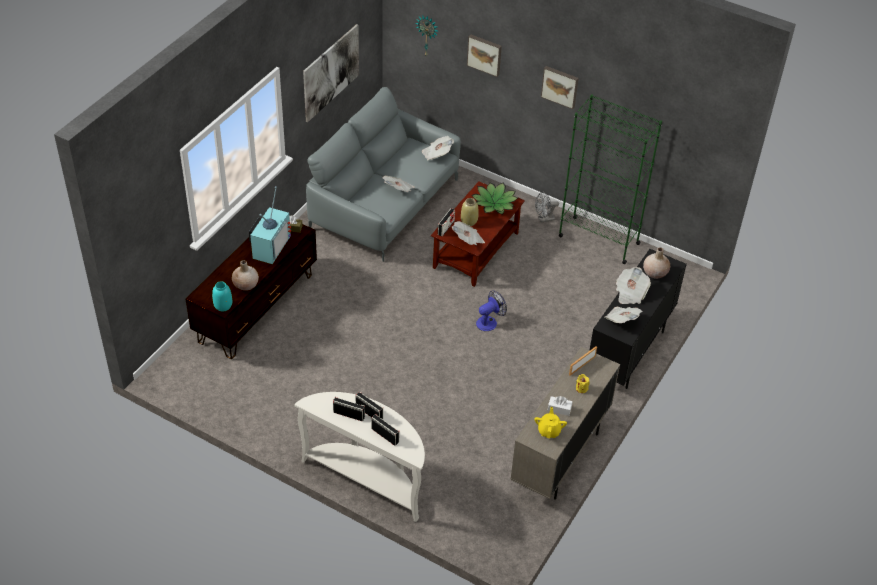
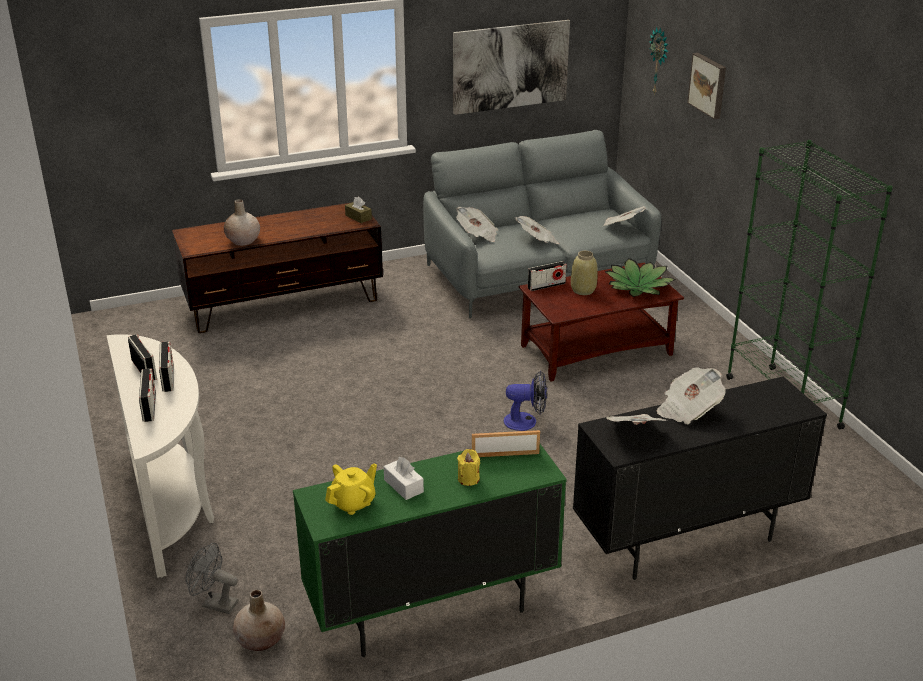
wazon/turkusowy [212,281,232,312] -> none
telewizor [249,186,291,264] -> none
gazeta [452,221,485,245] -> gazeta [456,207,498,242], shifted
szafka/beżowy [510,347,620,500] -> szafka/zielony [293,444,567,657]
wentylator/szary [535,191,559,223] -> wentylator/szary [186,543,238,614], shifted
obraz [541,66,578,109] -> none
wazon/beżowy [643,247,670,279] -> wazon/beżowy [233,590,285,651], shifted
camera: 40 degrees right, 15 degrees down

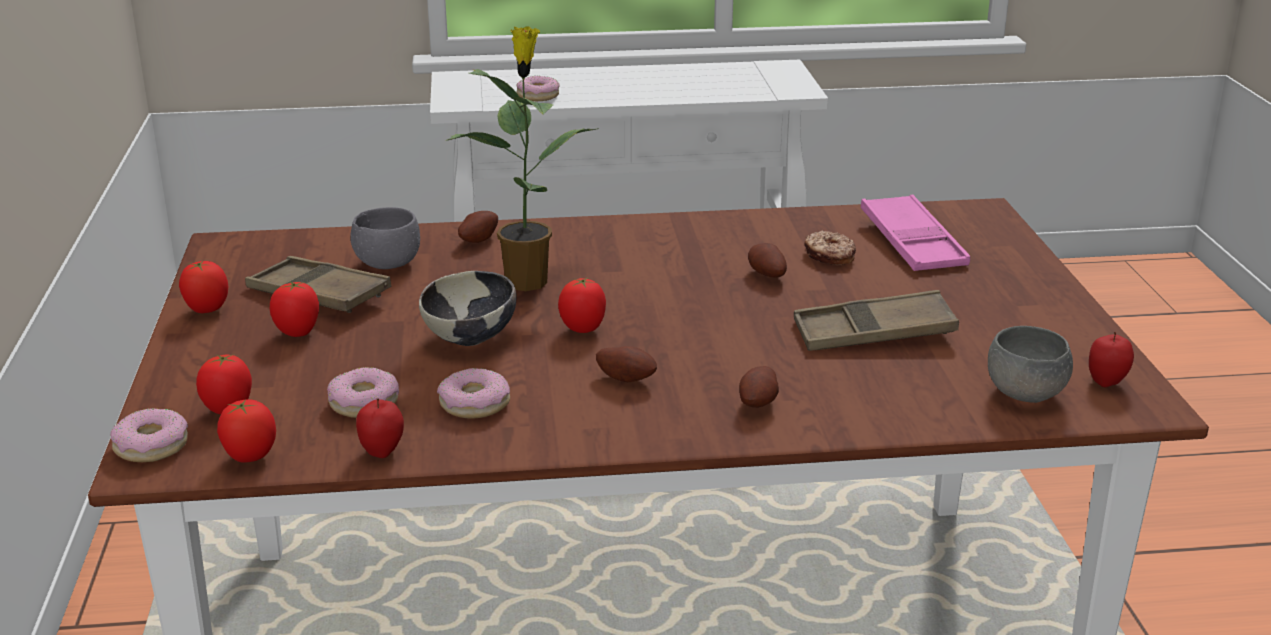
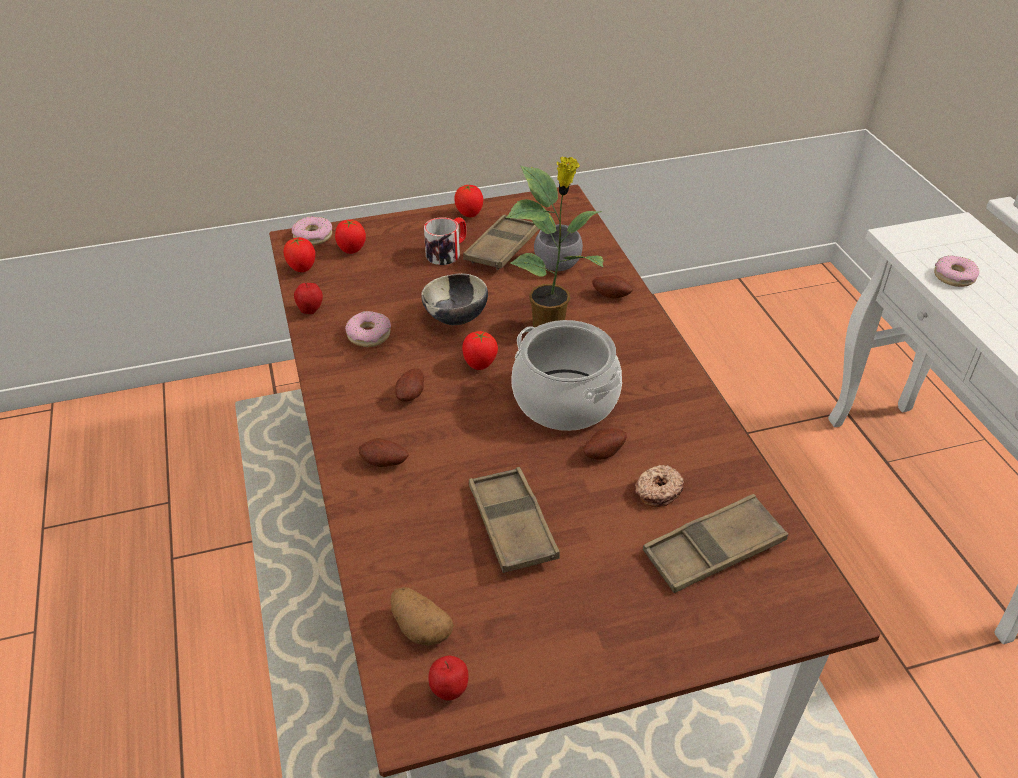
pomidor [270,282,319,337] -> kubek [424,217,467,265]
donut [327,367,399,418] -> none
taca/różowy [861,194,970,271] -> taca/brązowy [643,494,788,593]
miska/szary [988,326,1073,403] -> ziemniak [391,588,453,646]
none -> garnek [511,320,622,431]
camera: 80 degrees right, 15 degrees up

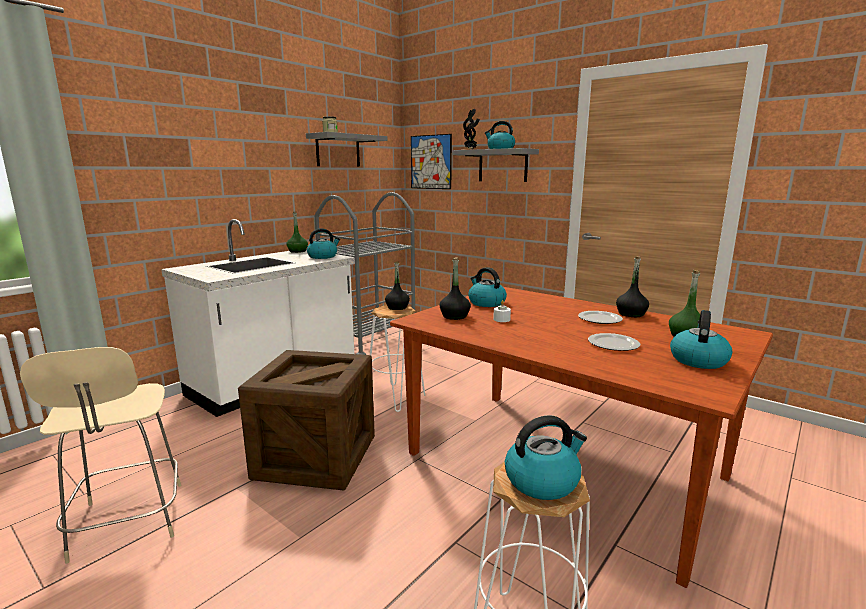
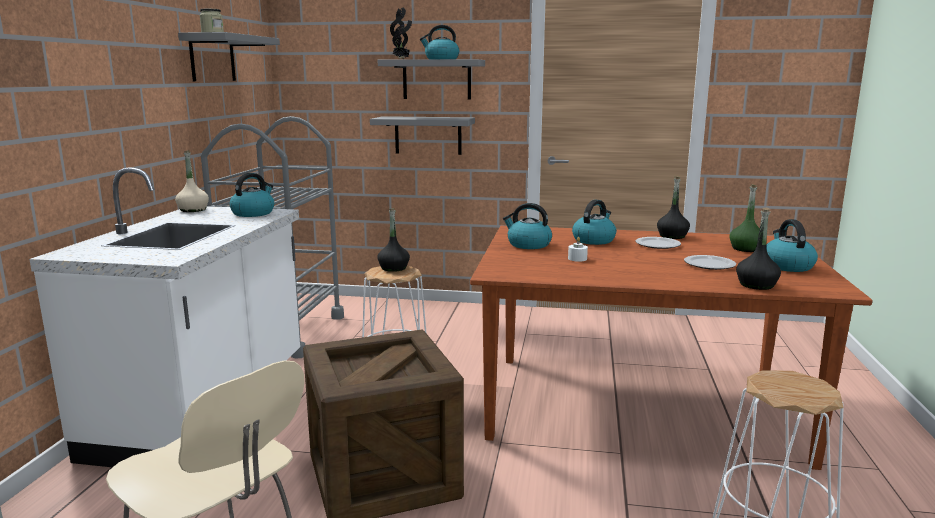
butelka/zielony [286,211,308,253] -> butelka/beżowy [175,150,209,212]
obraz [411,134,452,189] -> none
butelka/czarny [439,257,471,320] -> butelka/czarny [736,208,781,290], shifted
czajnik [505,415,587,500] -> czajnik [572,200,616,245], shifted
none -> półka/szary [370,116,475,155]
camera: 30 degrees left, 0 degrees up

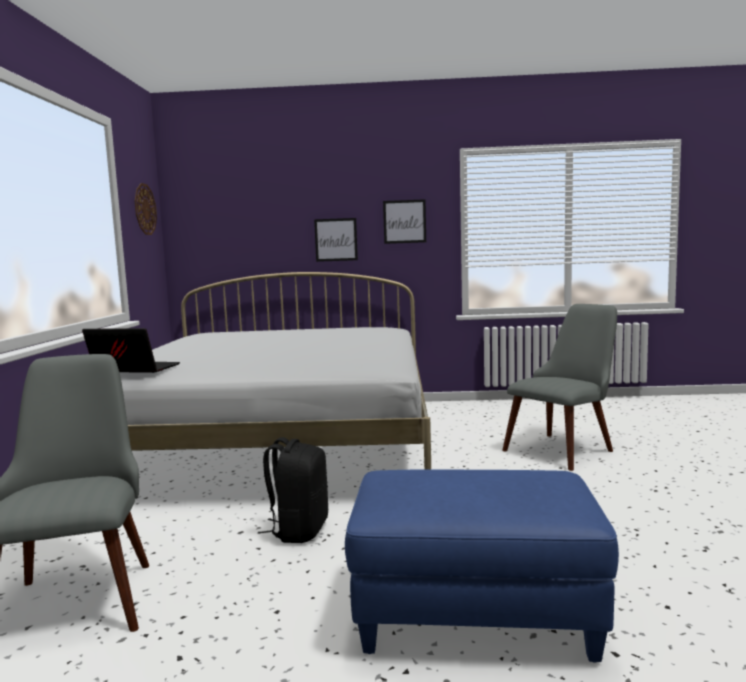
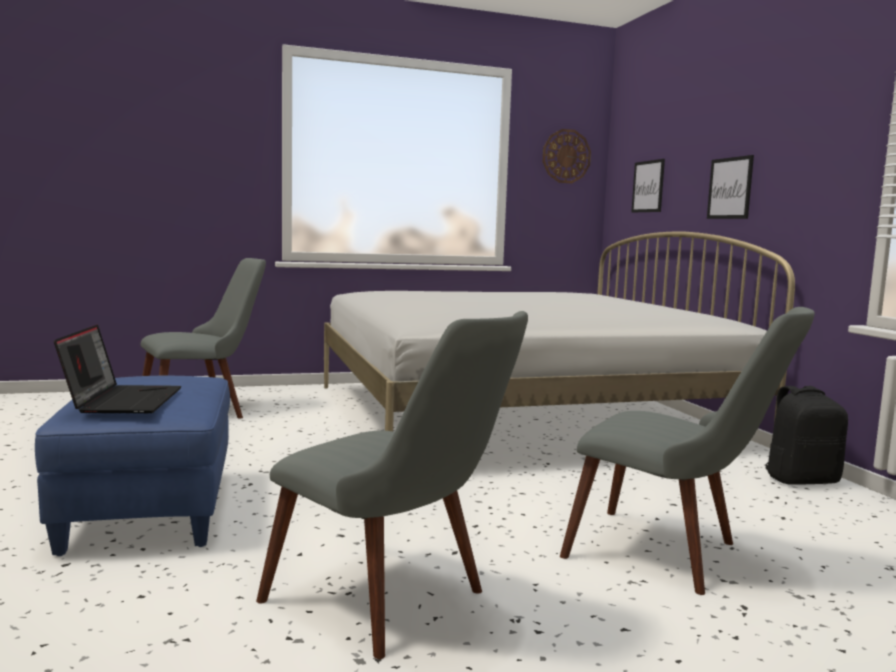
laptop [82,328,180,373] -> laptop [54,325,181,413], shifted
plecak/czarny [258,437,328,543] -> plecak/czarny [765,386,848,485], shifted
obraz [383,199,426,244] -> obraz [631,159,665,212], shifted
none -> krzesło/szary [256,311,528,659]
camera: 70 degrees right, 0 degrees up

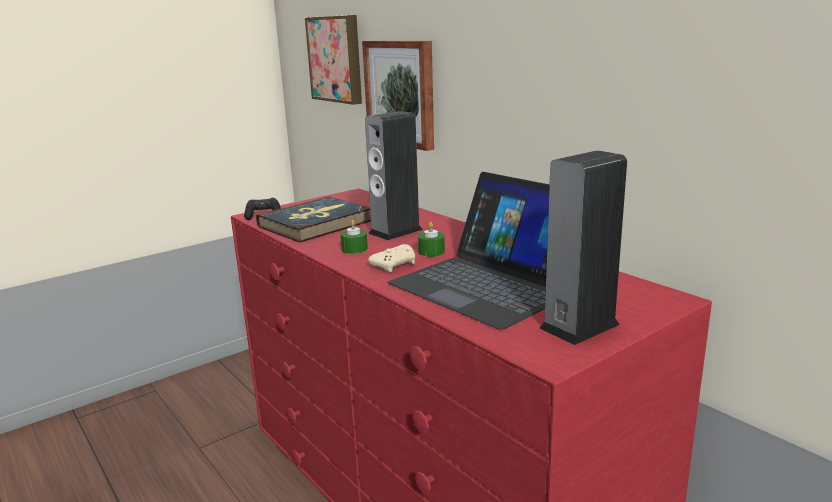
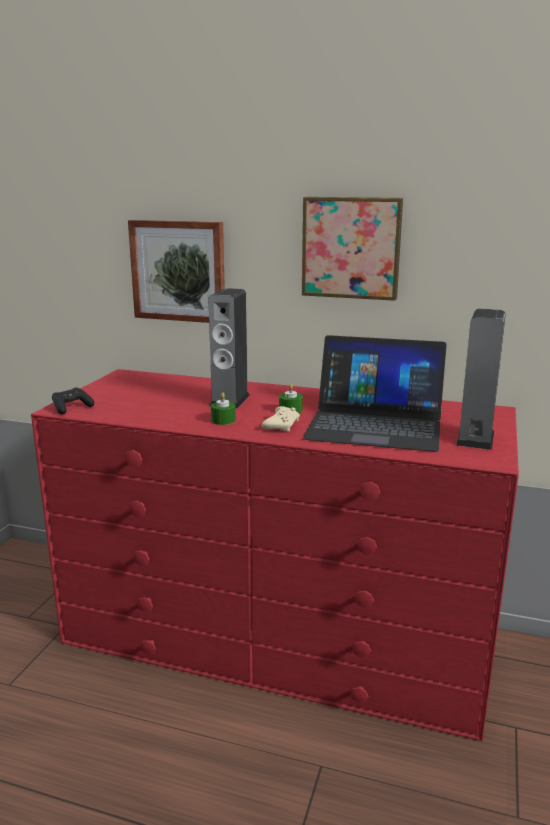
książka [256,196,371,242] -> none
obraz [305,15,362,105] -> obraz [302,197,403,301], shifted
camera: 35 degrees left, 0 degrees up

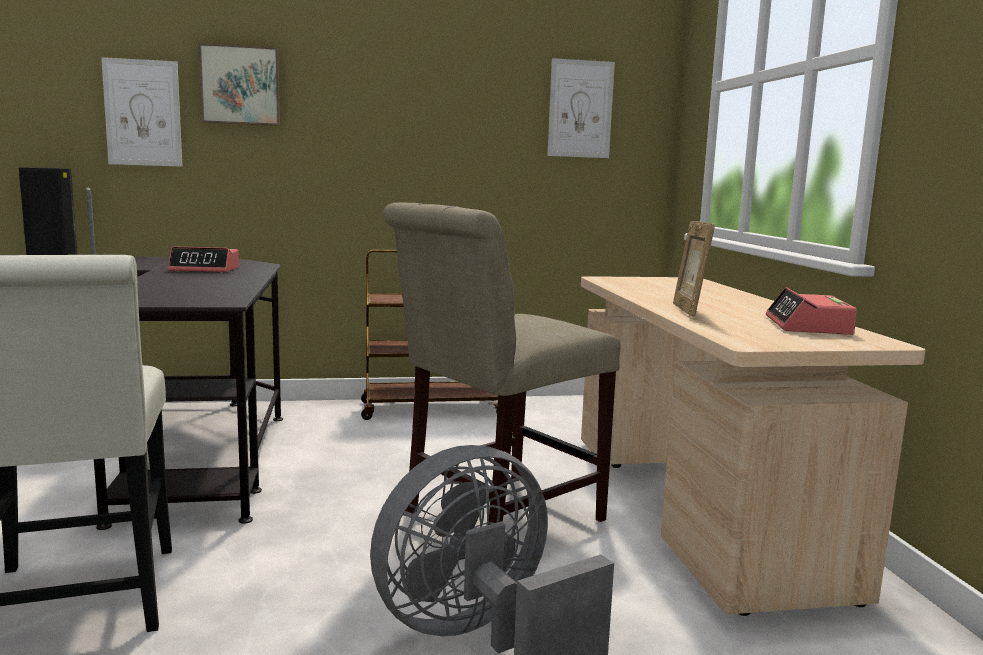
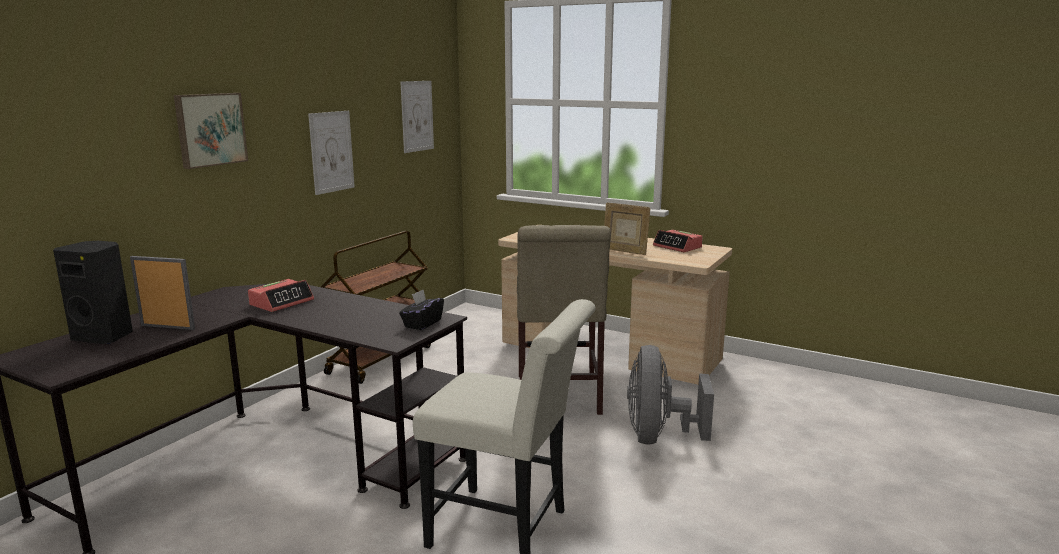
obraz [101,57,182,167] -> obraz [308,111,355,195], shifted
none -> pudełko chusteczek/czarny [399,290,444,330]
camera: 50 degrees left, 5 degrees up

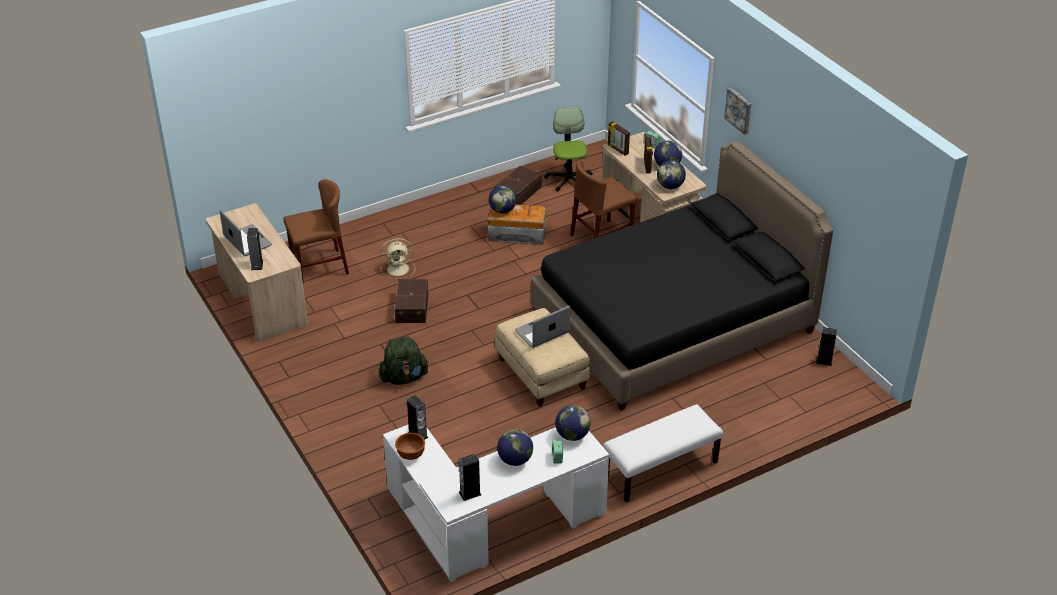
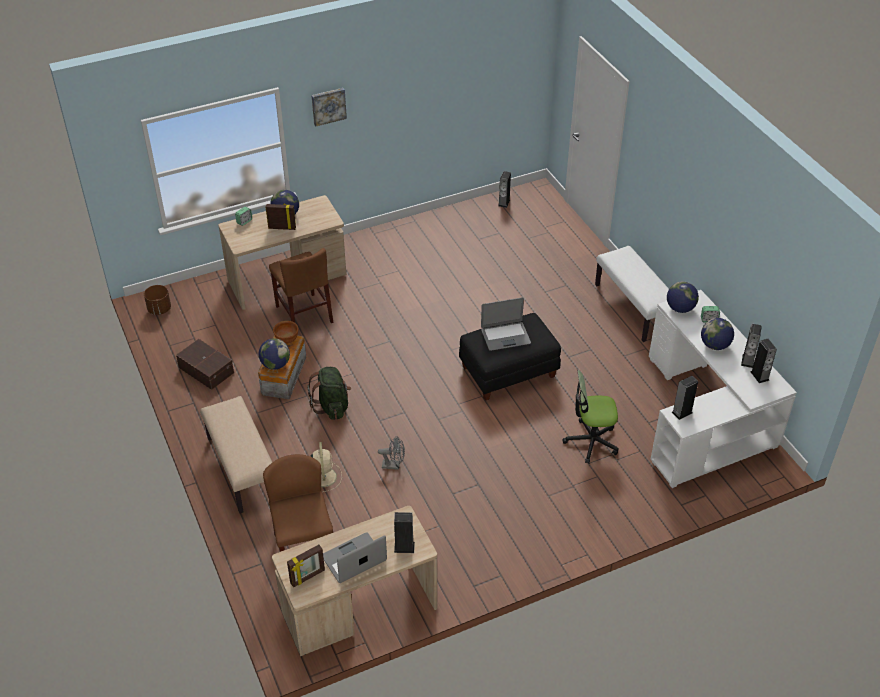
plecak/zielony [379,336,429,385] -> plecak/zielony [308,367,351,420], shifted
pojemnik do przechowywania/brązowy [395,279,428,323] -> wentylator/szary [378,436,405,470]
miska/brązowy [395,433,425,460] -> miska/brązowy [273,321,298,344], shifted
pufa/beżowy [495,308,590,407] -> pufa/czarny [459,313,561,401]
laptop [515,306,570,348] -> laptop [481,297,531,351], 75 degrees counterclockwise
łóżko/czarny [531,141,833,411] -> none
krzesło biurowe [544,107,593,192] -> krzesło biurowe [562,370,619,464], shifted
ramka na zdjęcie [608,121,630,156] -> ramka na zdjęcie [287,545,325,587], shifted
globus [657,160,686,189] -> none
none -> donica/brązowy [144,285,171,315]
none -> ławka/beżowy [200,396,272,513]
none -> głośnik [741,324,762,368]
camera: 85 degrees left, 5 degrees up

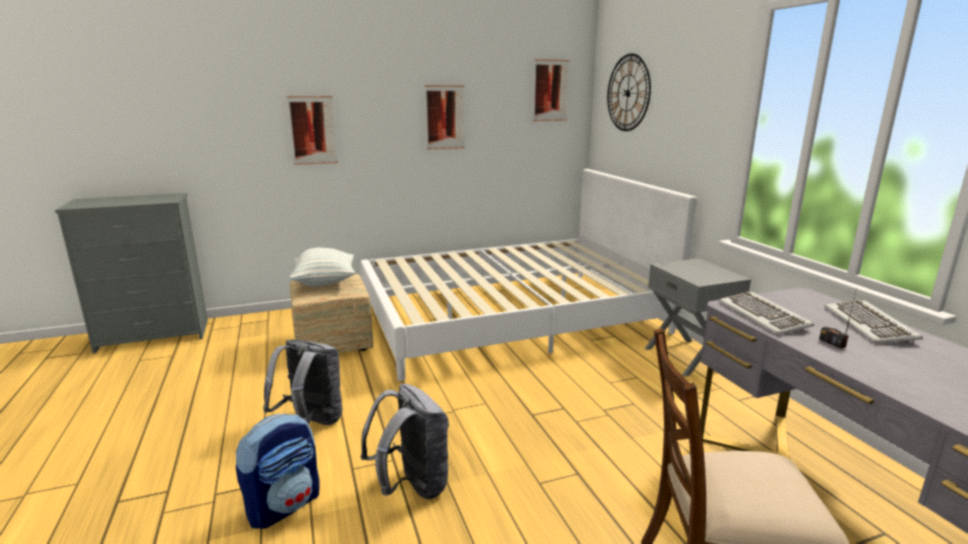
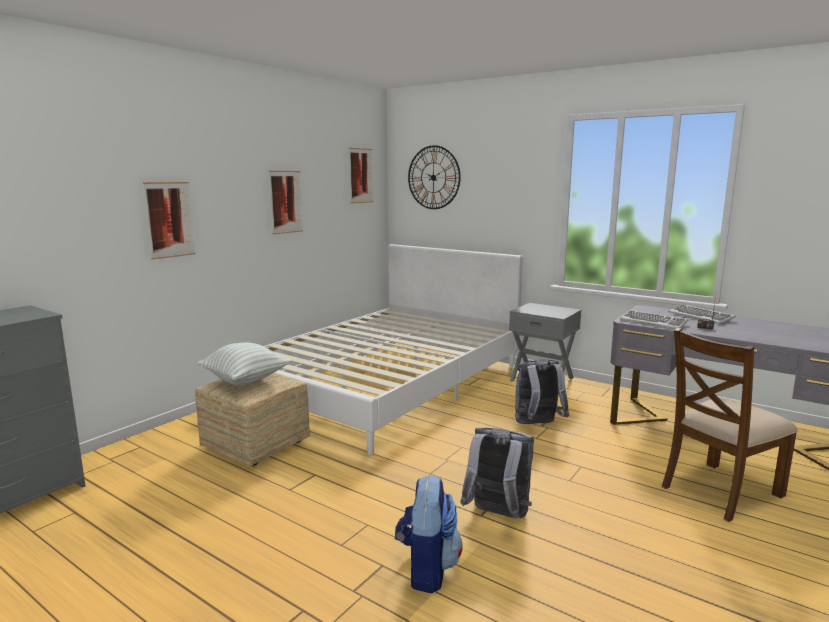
plecak/szary [263,340,343,425] -> plecak/szary [515,359,569,424], shifted
camera: 35 degrees left, 5 degrees down

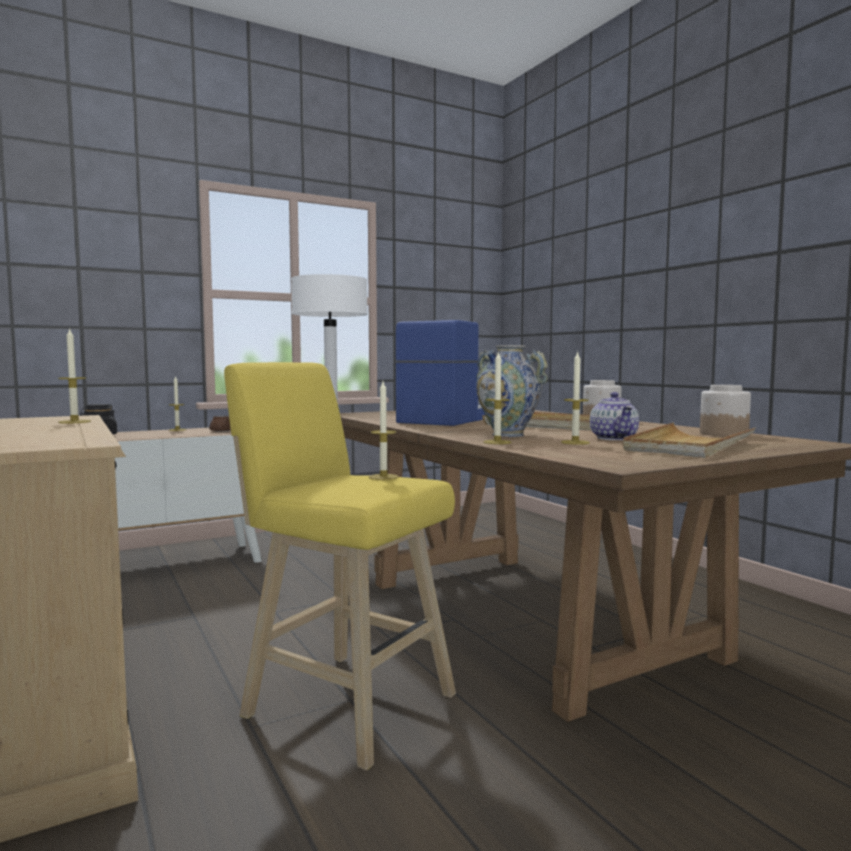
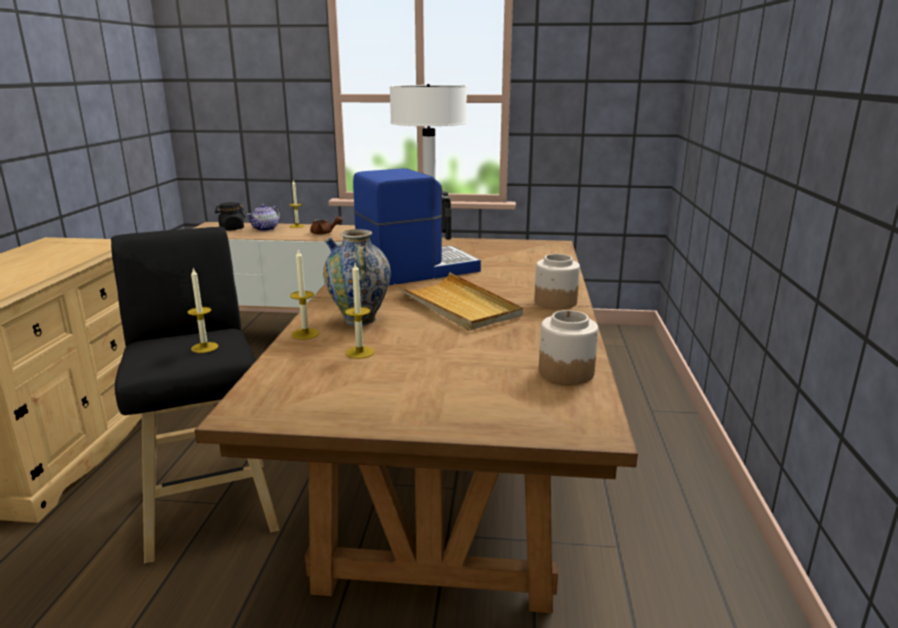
świeca [58,328,91,424] -> none
stołek/żółty [224,362,456,771] -> stołek/czarny [111,227,279,564]
imbryk [590,392,639,440] -> imbryk [247,204,280,231], shifted
taca/beżowy [623,423,756,458] -> none
camera: 35 degrees right, 15 degrees up

